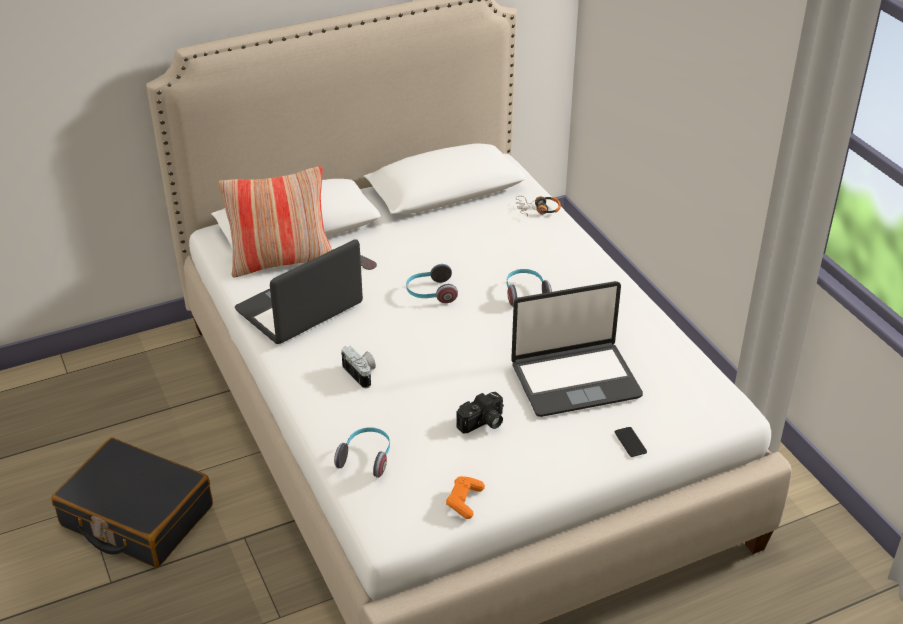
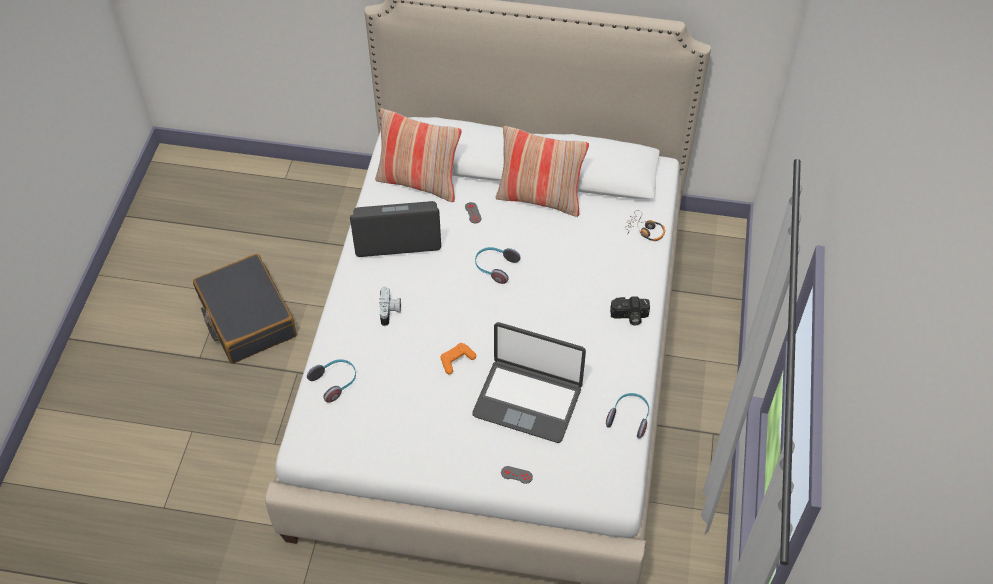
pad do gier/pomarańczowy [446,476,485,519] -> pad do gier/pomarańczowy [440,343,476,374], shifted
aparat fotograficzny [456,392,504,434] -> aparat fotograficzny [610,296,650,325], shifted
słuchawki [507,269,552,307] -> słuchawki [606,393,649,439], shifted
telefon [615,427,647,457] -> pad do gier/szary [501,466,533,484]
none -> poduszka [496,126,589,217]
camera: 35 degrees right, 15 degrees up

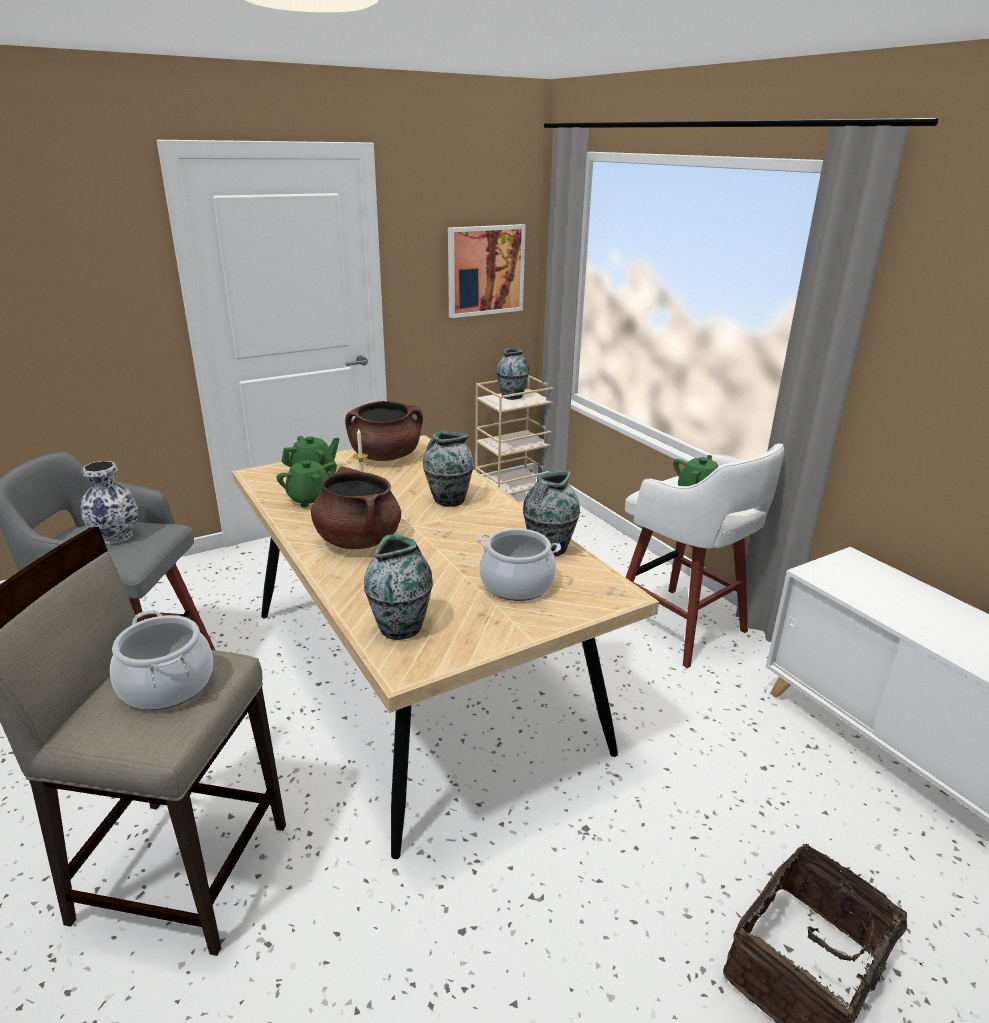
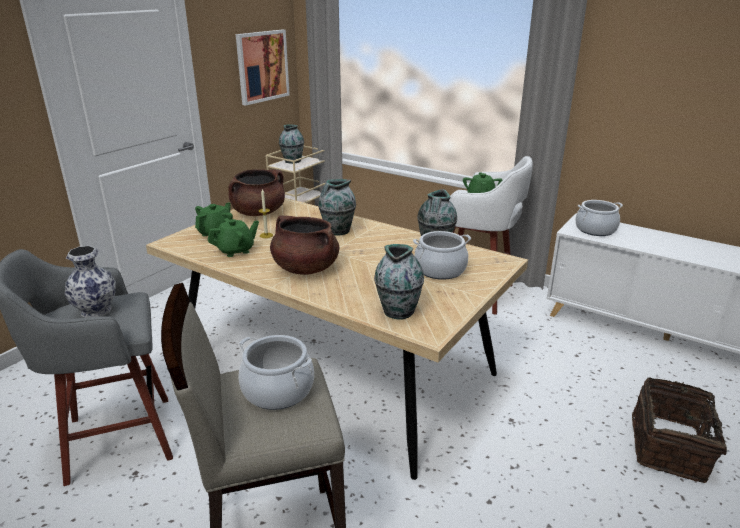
imbryk/zielony [276,458,337,508] -> imbryk/zielony [208,218,259,257], 120 degrees clockwise
none -> garnek [576,200,623,236]
camera: 25 degrees left, 0 degrees up

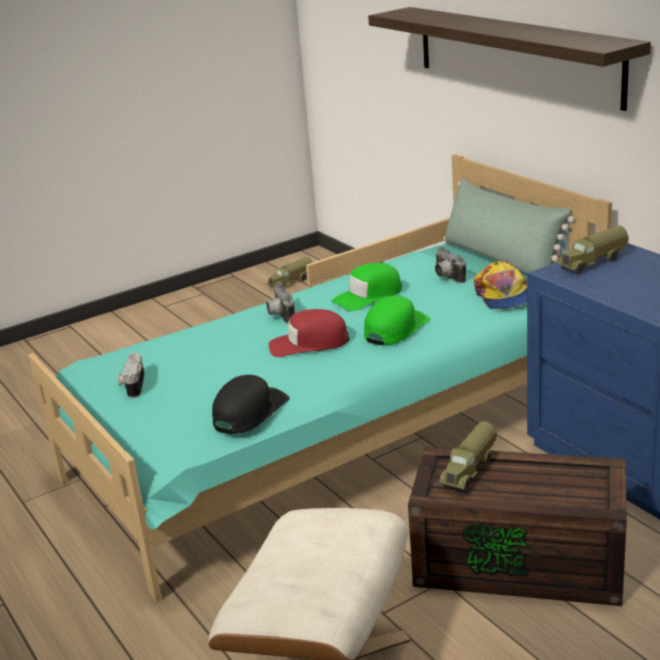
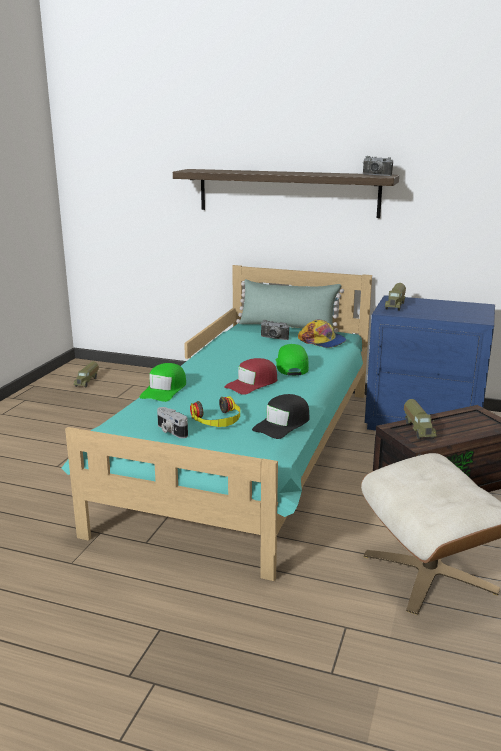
czapka z daszkiem/czarny [212,375,290,434] -> czapka z daszkiem/czarny [252,394,310,439], 135 degrees counterclockwise
aparat fotograficzny [266,283,295,324] -> aparat fotograficzny [363,156,393,176], shifted
czapka z daszkiem/zielony [332,263,402,311] -> czapka z daszkiem/zielony [140,363,186,402], shifted
none -> słuchawki [190,396,240,427]
camera: 40 degrees left, 5 degrees down

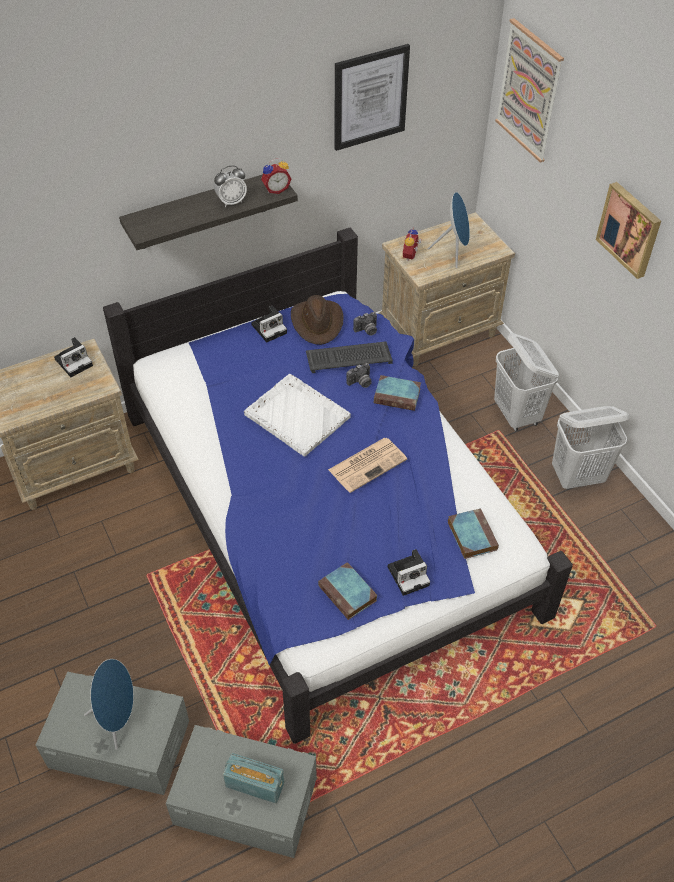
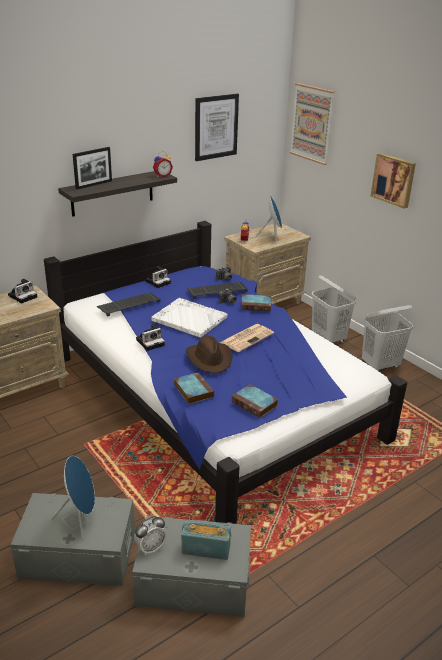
budzik [214,165,247,207] -> budzik [134,516,166,556], shifted
kapelusz/brązowy [291,295,343,345] -> kapelusz/brązowy [186,336,233,374], shifted
aparat fotograficzny [388,549,430,596] -> aparat fotograficzny [136,324,165,351], shifted
książka [448,508,499,559] -> książka [174,372,214,404], shifted
none -> ramka na zdjęcie [73,147,112,189]
none -> klawiatura [97,292,161,316]
camera: 10 degrees left, 20 degrees down

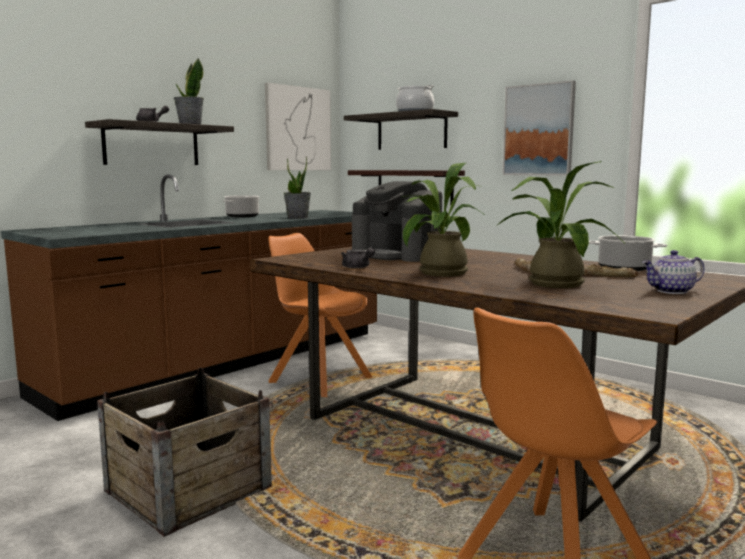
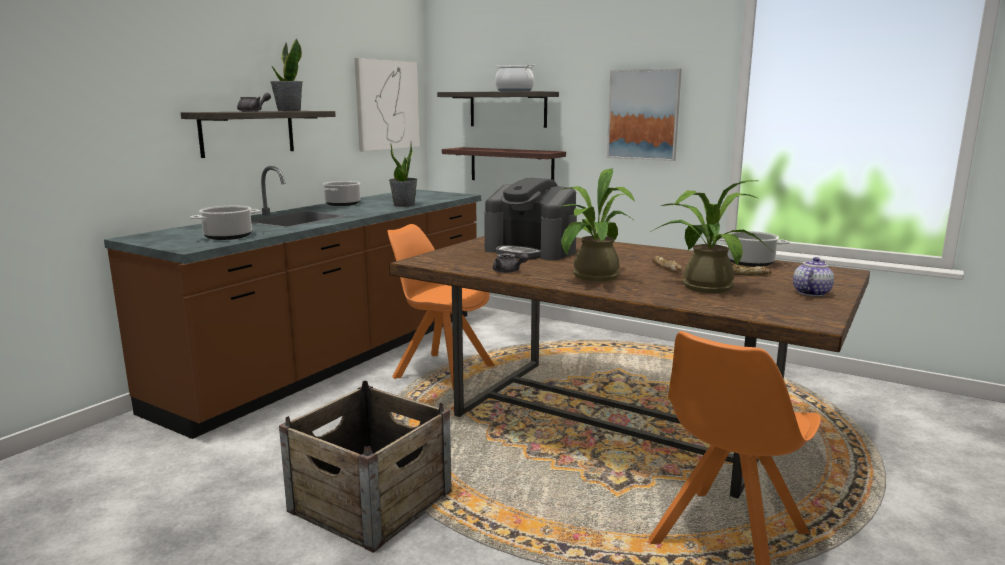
imbryk [642,250,705,294] -> imbryk [793,257,834,296], 150 degrees clockwise
none -> garnek [190,206,260,240]
camera: 10 degrees left, 5 degrees up

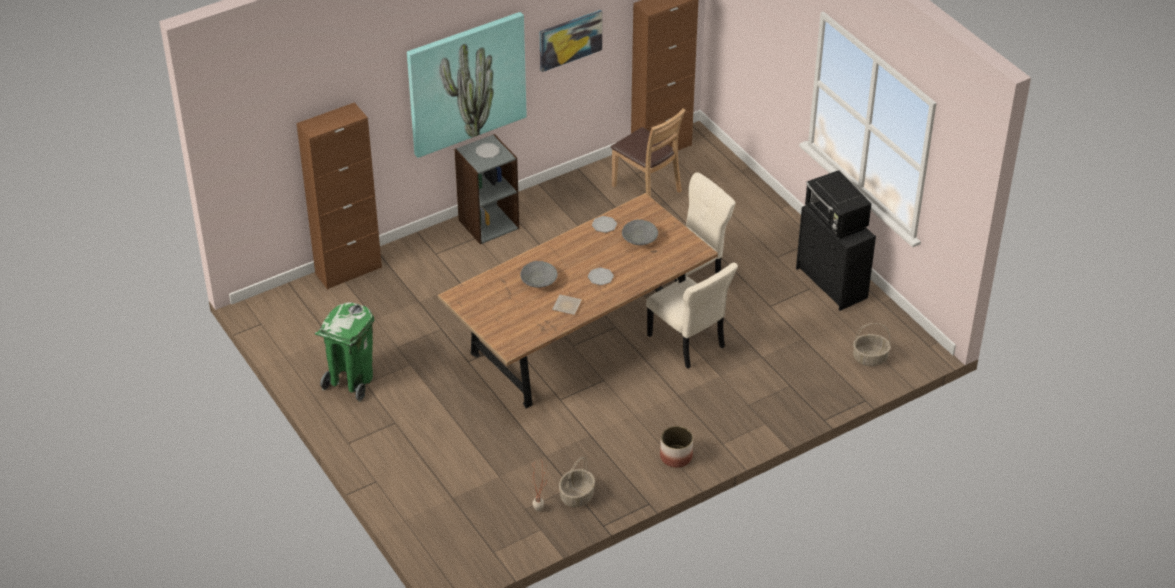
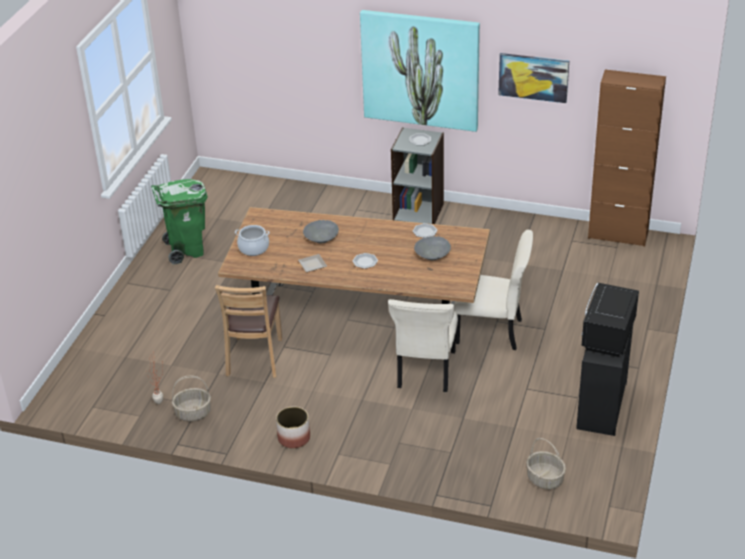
szafka/brązowy [296,102,382,290] -> none
krzesło/brązowy [611,108,686,197] -> krzesło/brązowy [215,285,282,378], shifted
none -> garnek [235,225,270,256]
camera: 50 degrees right, 5 degrees down

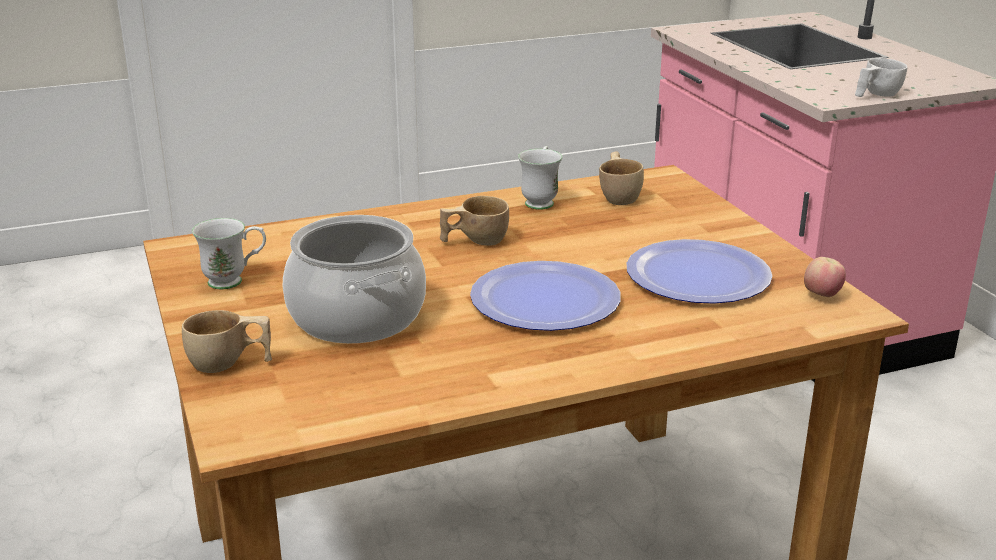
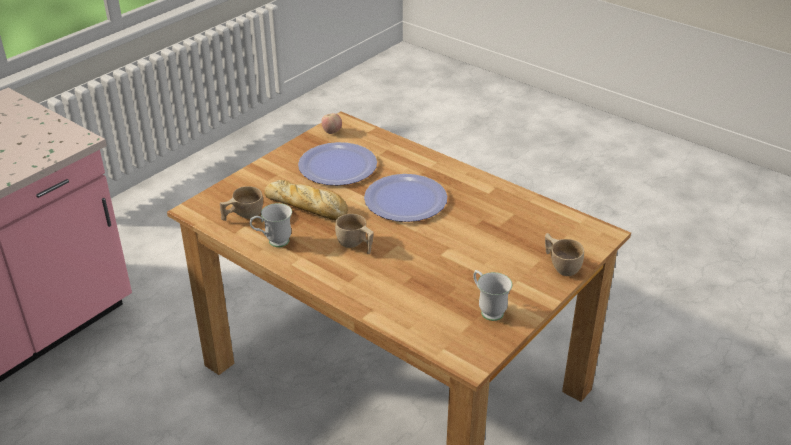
garnek [283,215,426,344] -> none
filiżanka/biały [855,58,908,97] -> none
none -> chleb [264,180,348,220]
camera: 120 degrees left, 10 degrees up

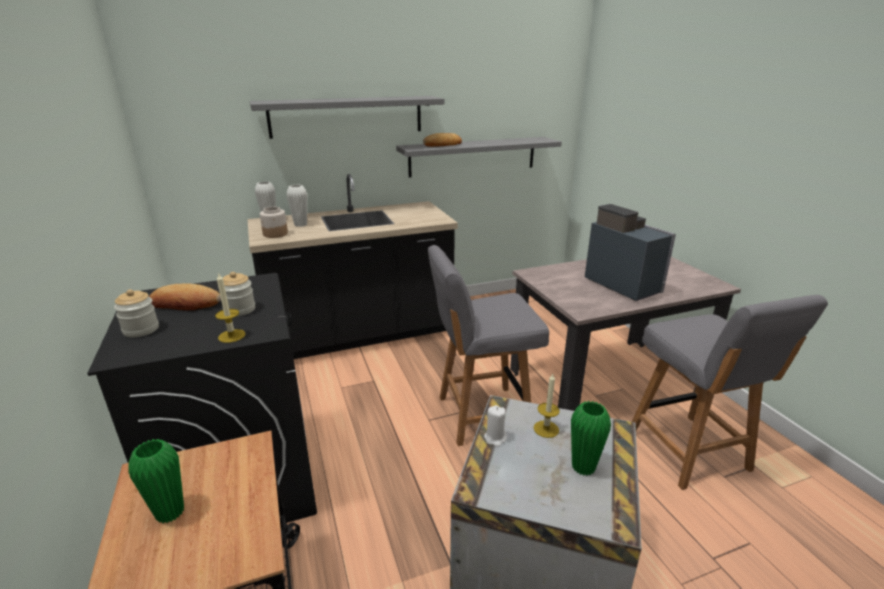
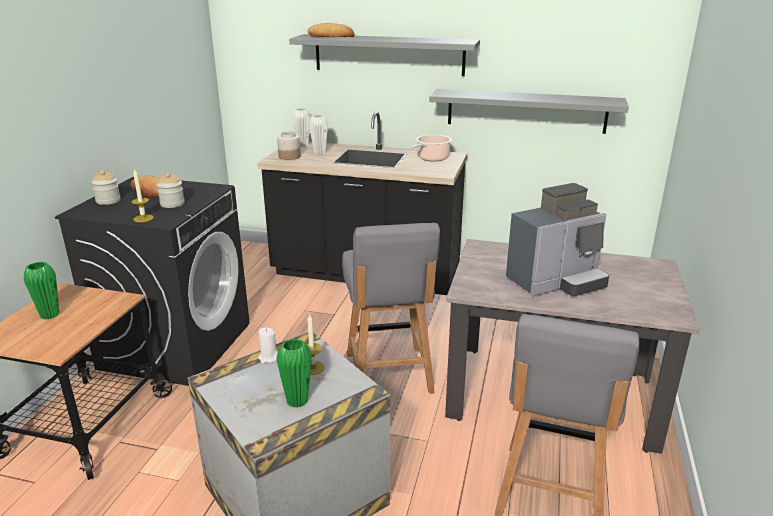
chleb [423,133,462,147] -> chleb [307,23,354,37], shifted
krzesło/szary [428,245,549,446] -> krzesło/szary [342,223,440,394], 120 degrees counterclockwise
ekspres do kawy [585,204,676,301] -> ekspres do kawy [506,183,609,296], 60 degrees clockwise
none -> garnek [411,135,452,161]
camera: 35 degrees right, 0 degrees up

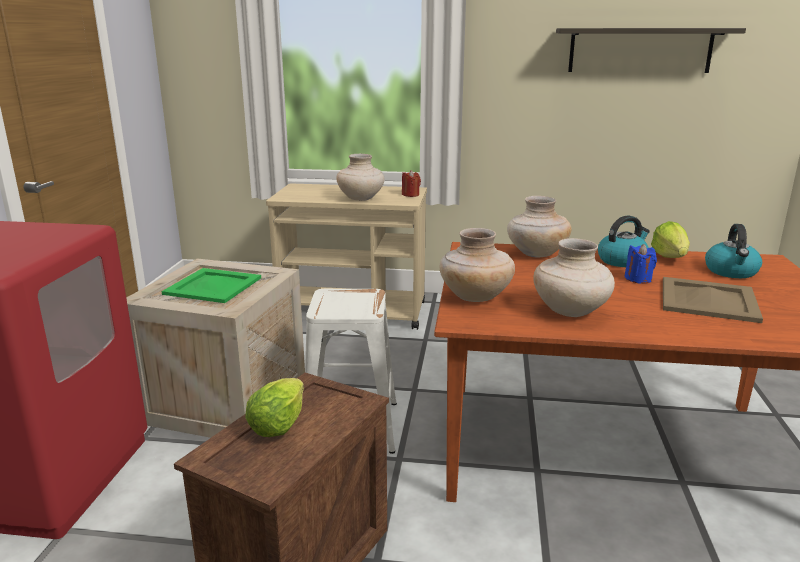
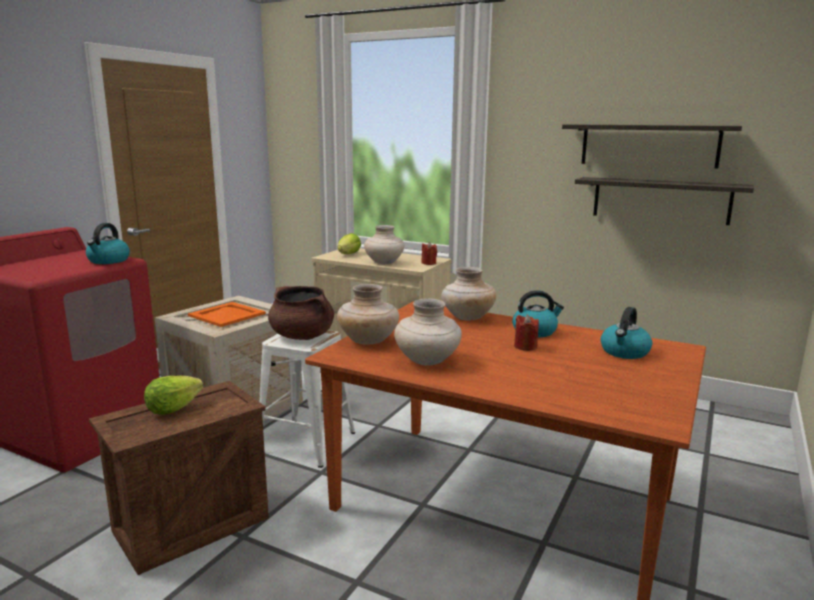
taca/zielony [161,268,261,303] -> taca/pomarańczowy [188,302,266,327]
świeca/niebieski [625,244,657,284] -> świeca/czerwony [514,315,539,351]
sałata [651,221,690,258] -> sałata [337,233,361,254], shifted
taca/beżowy [663,277,763,323] -> none
none -> czajnik [86,223,130,264]
none -> garnek/brązowy [268,286,334,340]
none -> półka [575,177,754,225]
camera: 20 degrees right, 5 degrees down

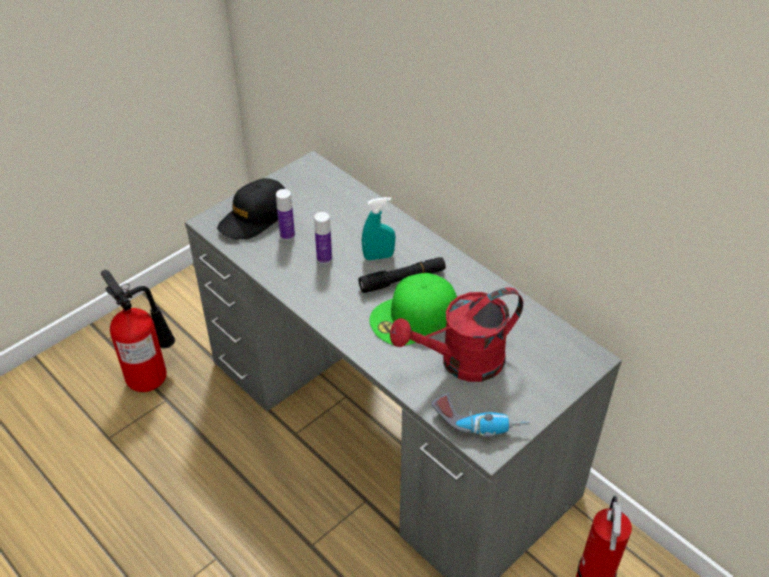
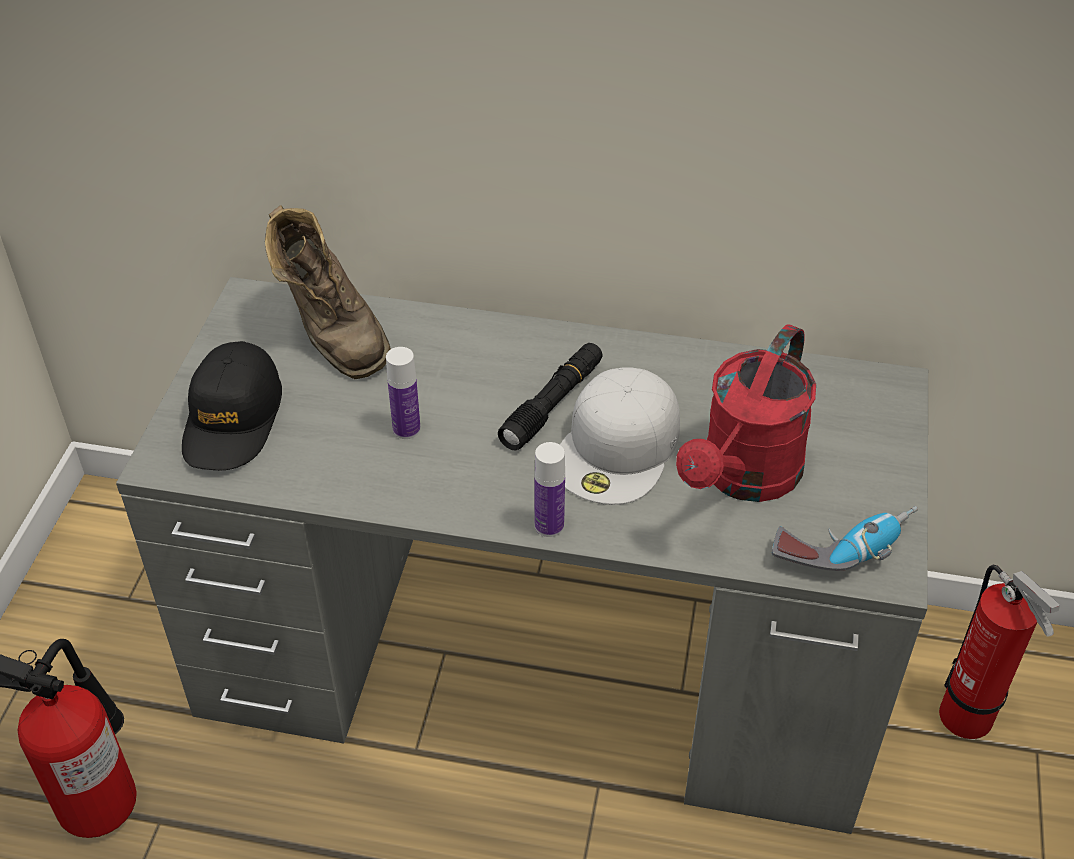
butelka [276,189,295,240] -> butelka [534,442,565,537], shifted
spryskiwacz/turkusowy [362,197,395,260] -> none
czapka z daszkiem/zielony [370,273,457,345] -> czapka z daszkiem/biały [560,368,680,505]
none -> but z cholewką/brązowy [265,205,391,379]
camera: 35 degrees left, 0 degrees up

